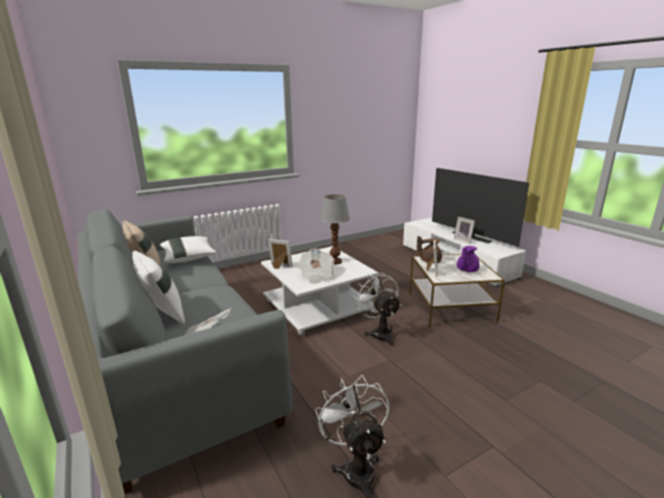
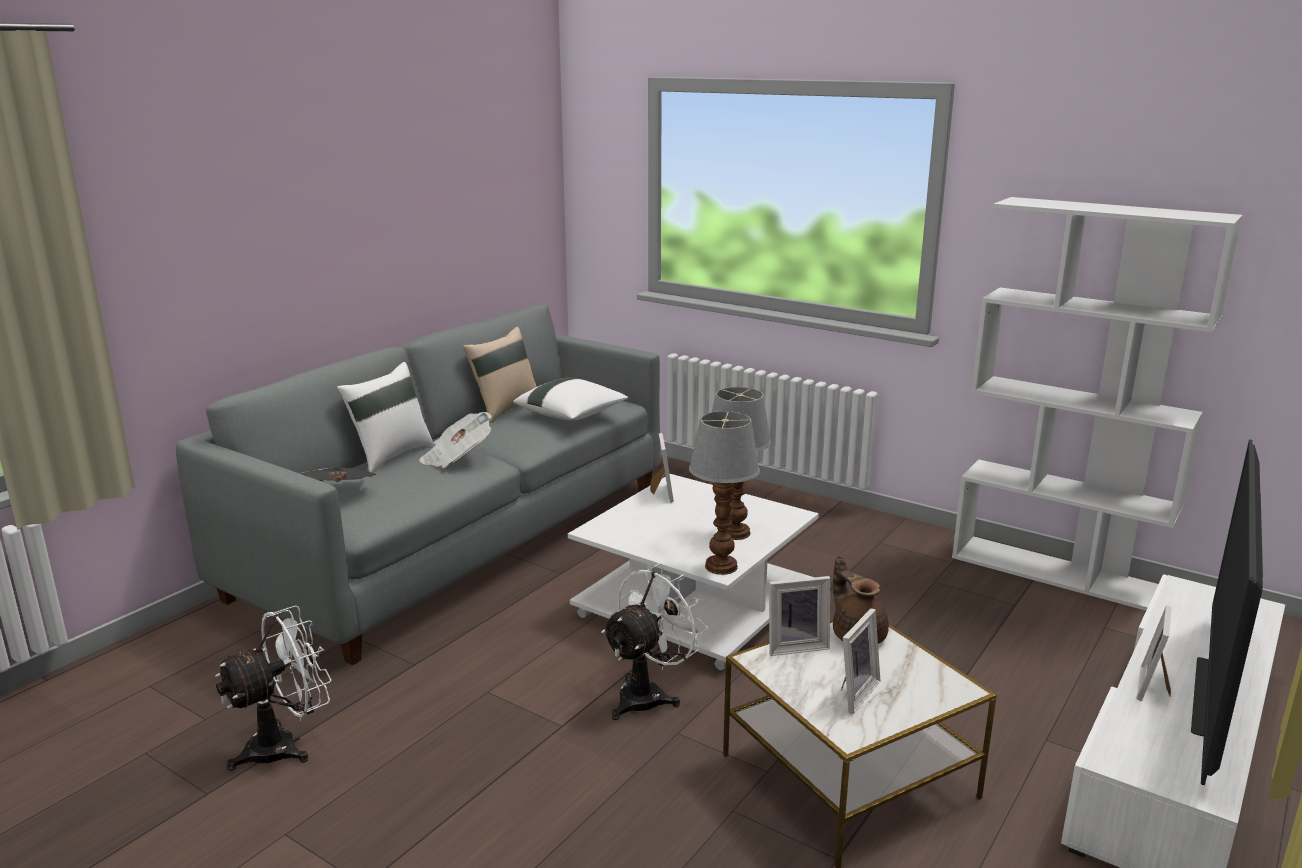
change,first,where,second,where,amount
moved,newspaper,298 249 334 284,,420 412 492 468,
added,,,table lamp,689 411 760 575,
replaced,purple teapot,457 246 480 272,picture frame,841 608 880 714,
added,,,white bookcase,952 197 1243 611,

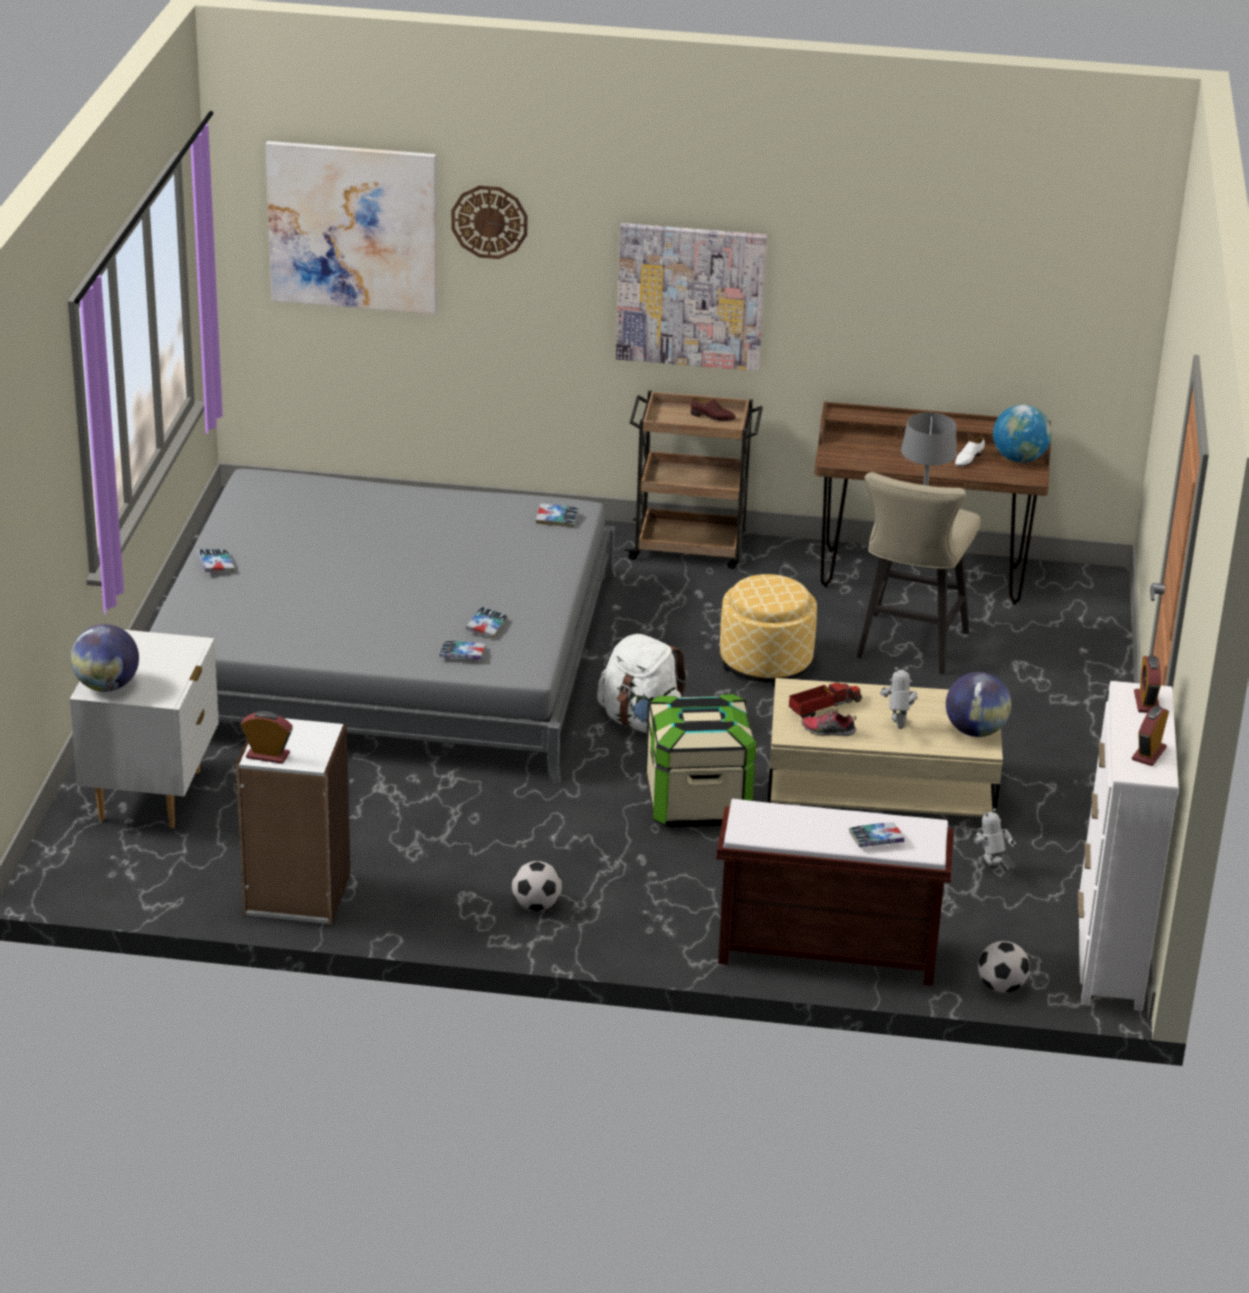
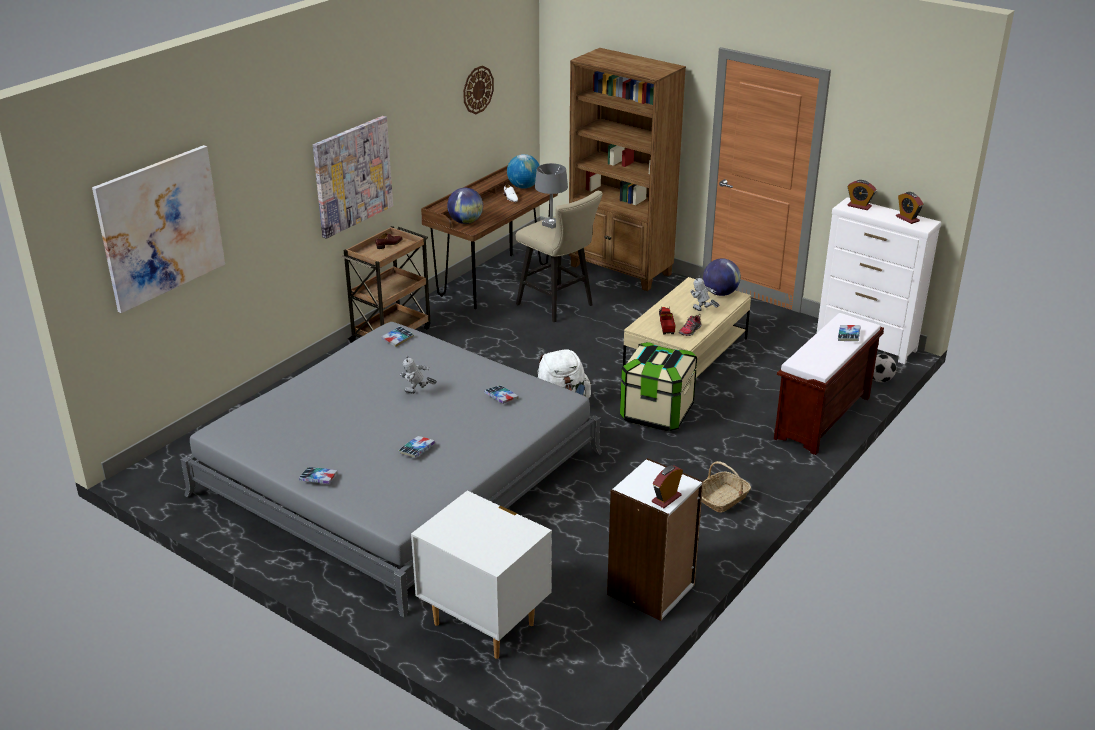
change,first,where,second,where,amount
moved,book,440 641 486 660,,398 436 435 458,
moved,toy robot,974 808 1016 870,,400 355 437 394,
moved,globe,71 624 139 692,,447 188 483 224,
moved,wall clock,451 185 528 259,,463 66 494 114,
added,,,brown bookcase,568 48 686 291,
replaced,football,512 861 562 911,basket,702 461 751 513,
removed,ottoman,720 574 817 687,,,

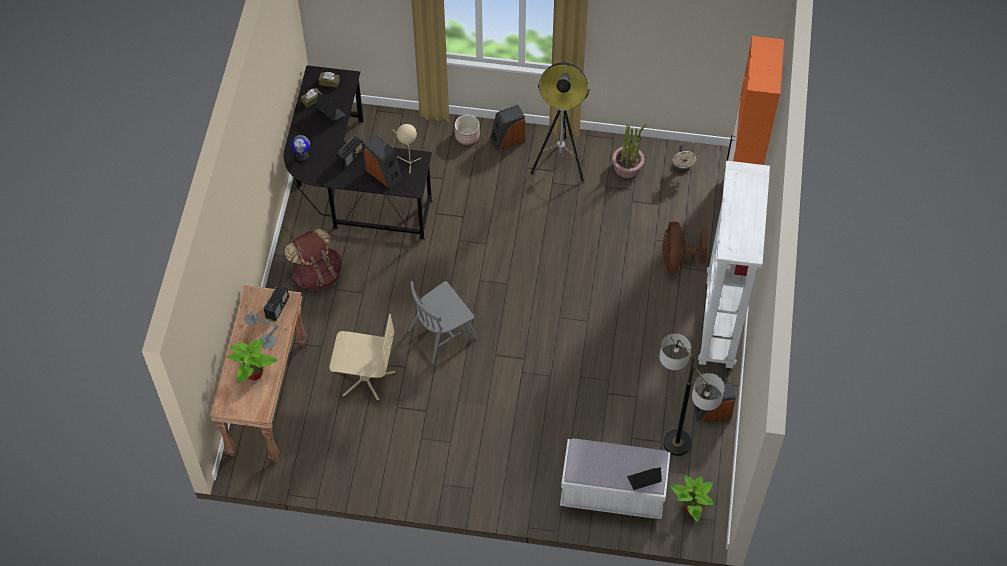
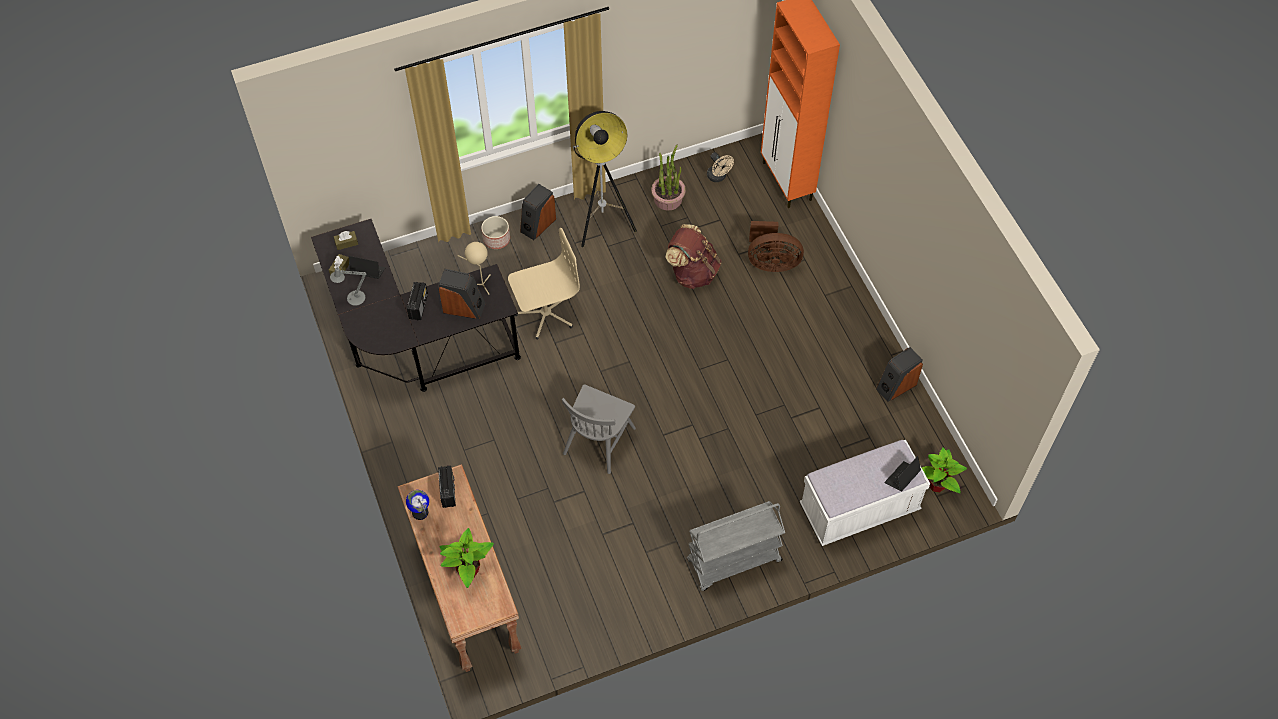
change,first,where,second,where,amount
moved,grey table lamp,244 312 279 349,,330 266 366 306,
moved,globe,291 135 310 162,,406 490 429 520,
moved,beige office chair,330 314 396 403,,508 228 580 339,
moved,brown backpack,285 228 342 291,,665 224 721 289,
added,,,grey cart,687 501 785 591,
turned,brown fan,662 221 708 274,,748 221 804 272,60 degrees counterclockwise
removed,floor lamp,659 333 725 456,,,
removed,white bookcase,698 161 770 368,,,

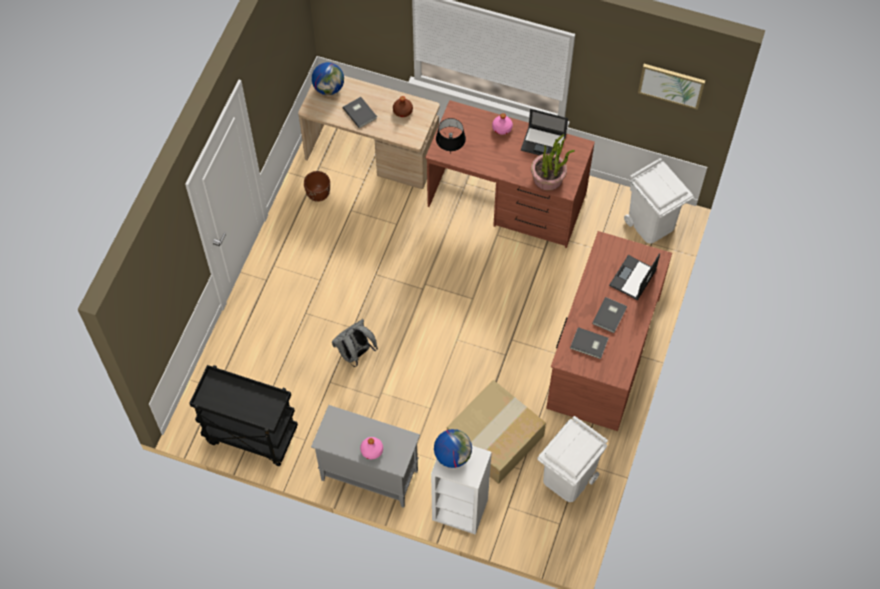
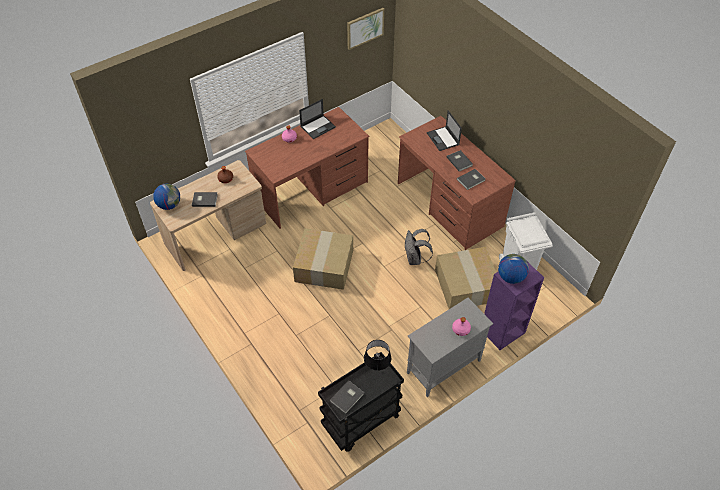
change,first,where,second,where,amount
added,,,cardboard box,293 228 353 290,
added,,,grey book,330 380 364 414,
moved,black table lamp,436 118 466 154,,364 340 392 371,
moved,grey backpack,332 319 378 367,,405 229 433 265,
recoloured,white bookcase,431 446 492 535,purple bookcase,484 262 544 350,
removed,brown planter,304 171 330 202,,,
removed,potted plant,531 134 575 190,,,
removed,white trash can,624 158 694 244,,,

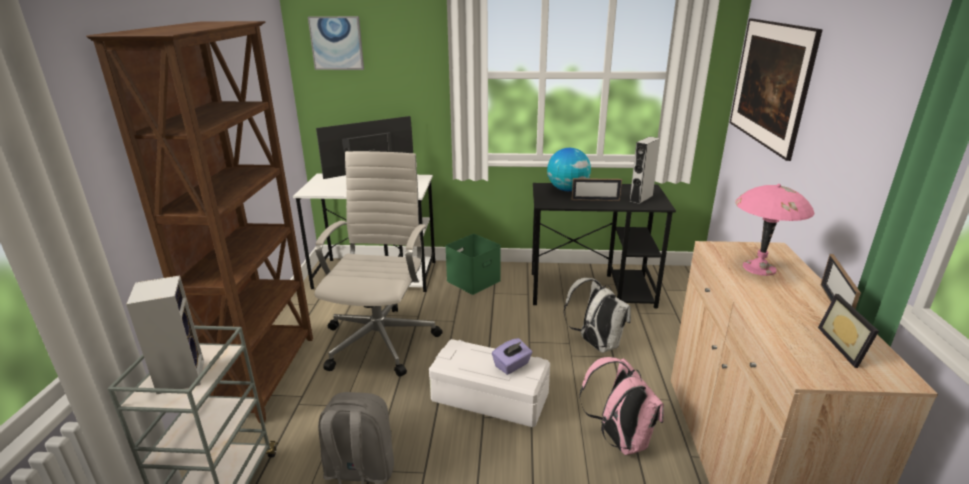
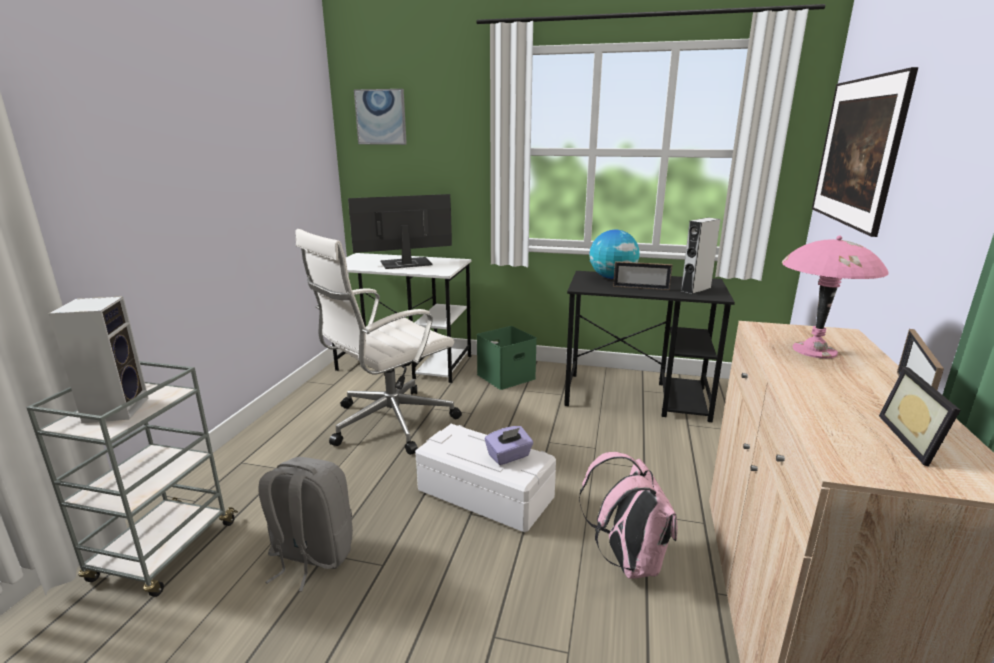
change,first,where,second,where,amount
turned,white office chair,314 151 442 377,,295 229 462 455,150 degrees counterclockwise
removed,brown bookcase,86 21 313 423,,,
removed,white backpack,564 278 631 353,,,

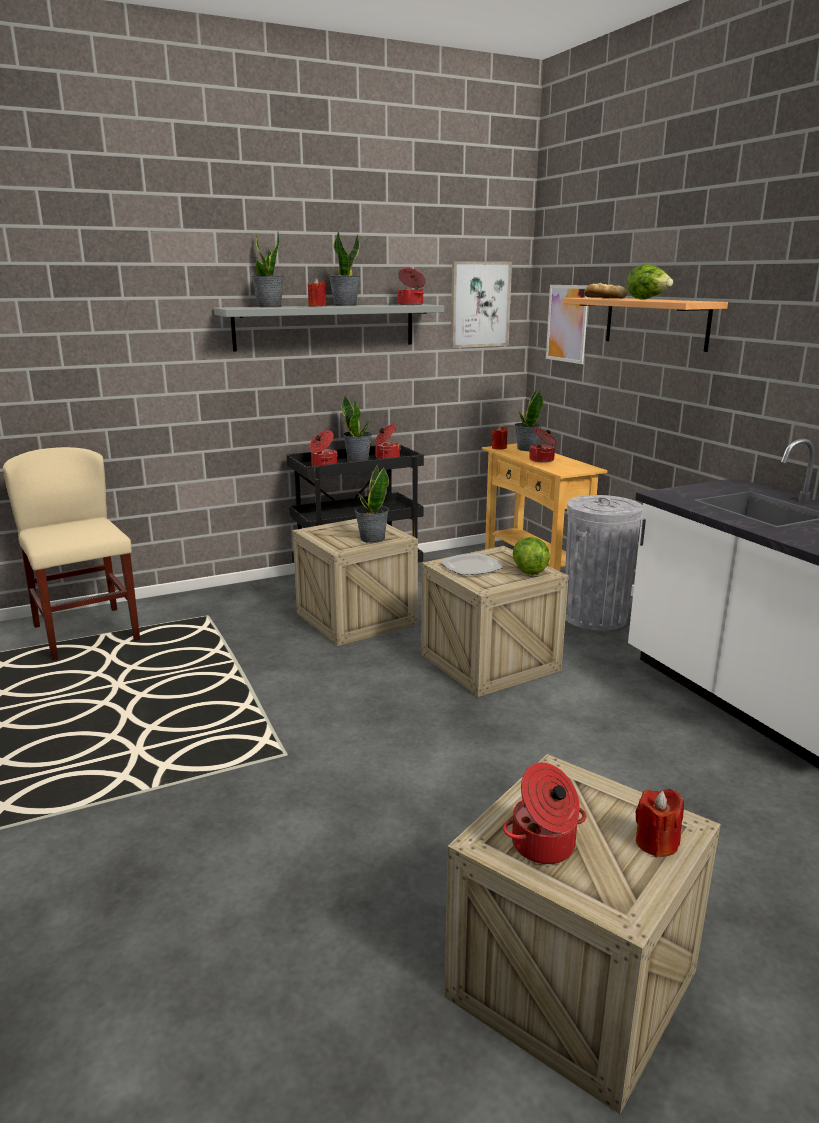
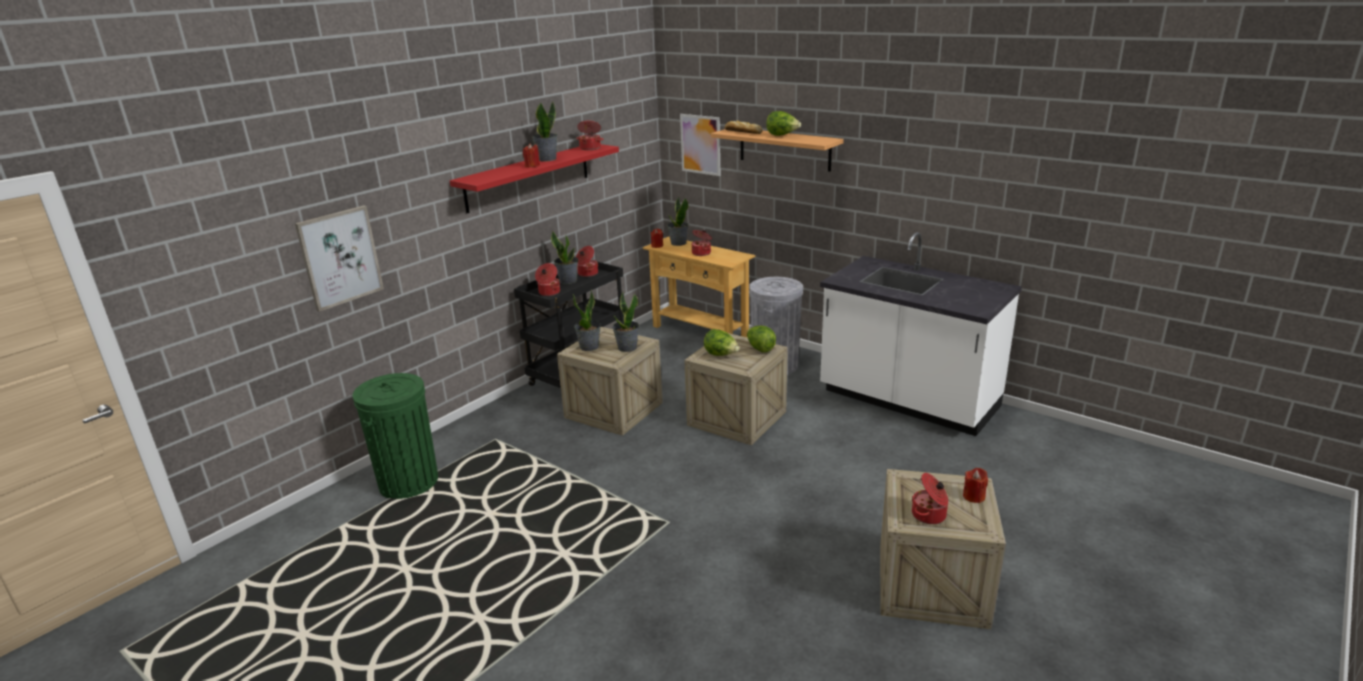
change,first,where,second,where,amount
moved,picture,451 261 512 348,,295 206 384 312,
replaced,beige chair,3 447 140 661,green trash can,352 373 438 499,
recoloured,grey shelf,214 304 444 352,red shelf,450 144 619 213,
moved,potted plant,251 230 284 307,,573 289 601 351,
replaced,plate,441 553 503 575,lettuce,704 329 739 356,

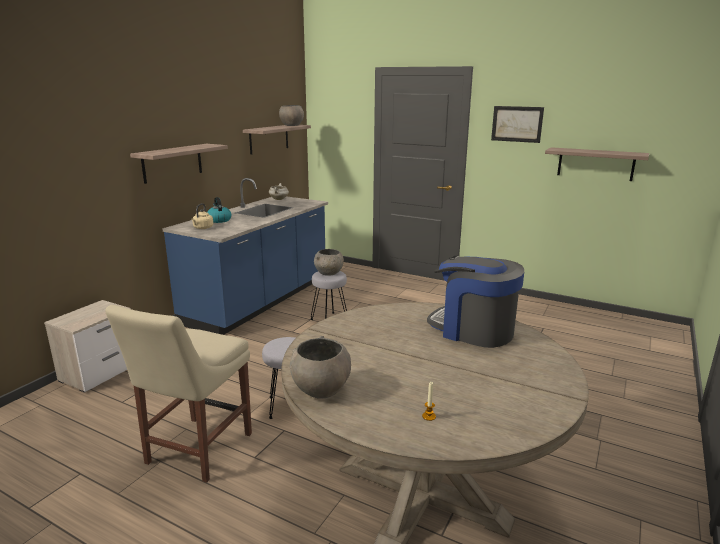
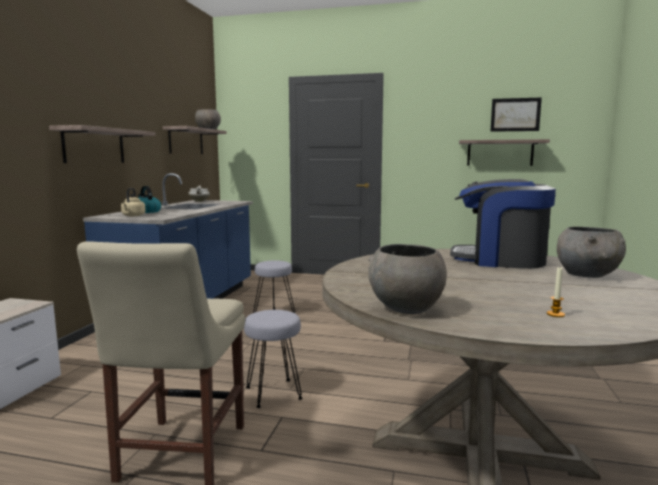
change,first,where,second,where,amount
moved,picture,491 106 544 143,,490 97 542 132,
moved,grey bowl,314 249 344 276,,557 227 626 278,

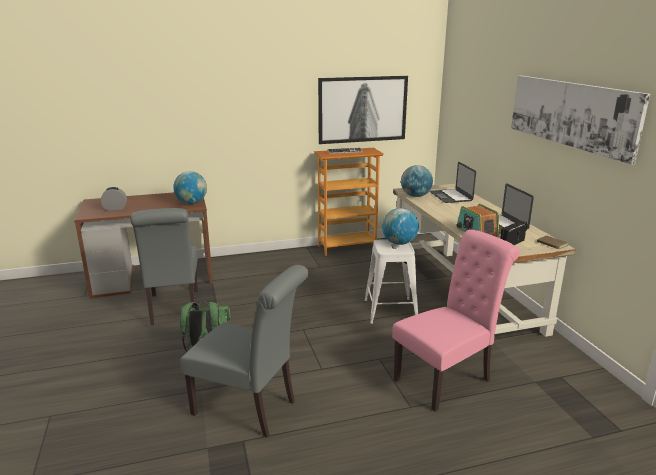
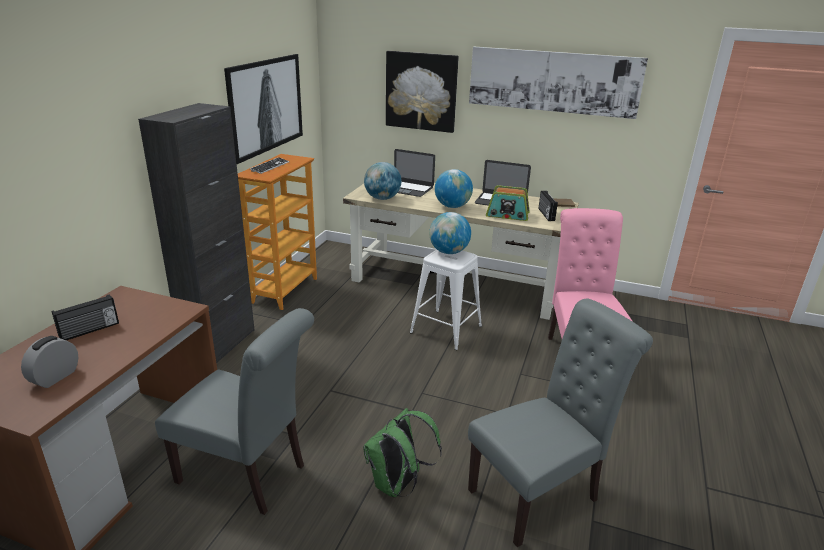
change,first,where,second,where,amount
added,,,radio,52 295 119 340,
added,,,black cabinet,138 103 255 363,
added,,,picture,386 51 459 133,
moved,globe,173 171 207 204,,435 169 473 208,

